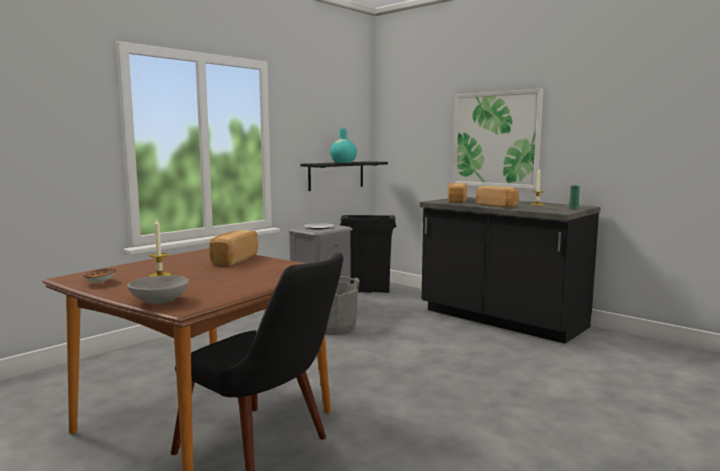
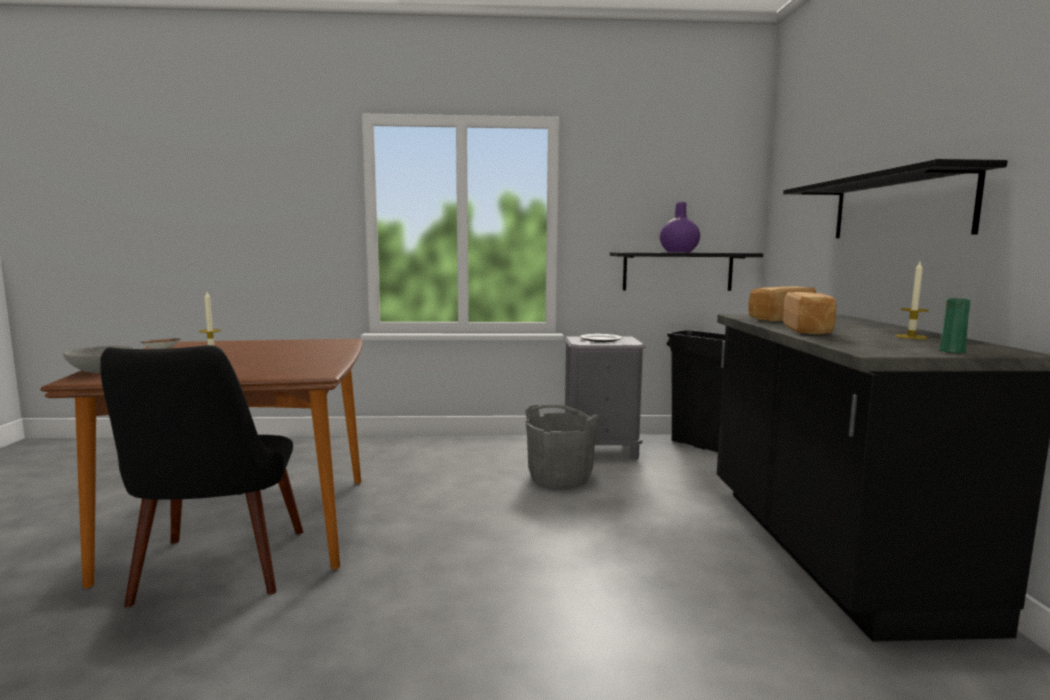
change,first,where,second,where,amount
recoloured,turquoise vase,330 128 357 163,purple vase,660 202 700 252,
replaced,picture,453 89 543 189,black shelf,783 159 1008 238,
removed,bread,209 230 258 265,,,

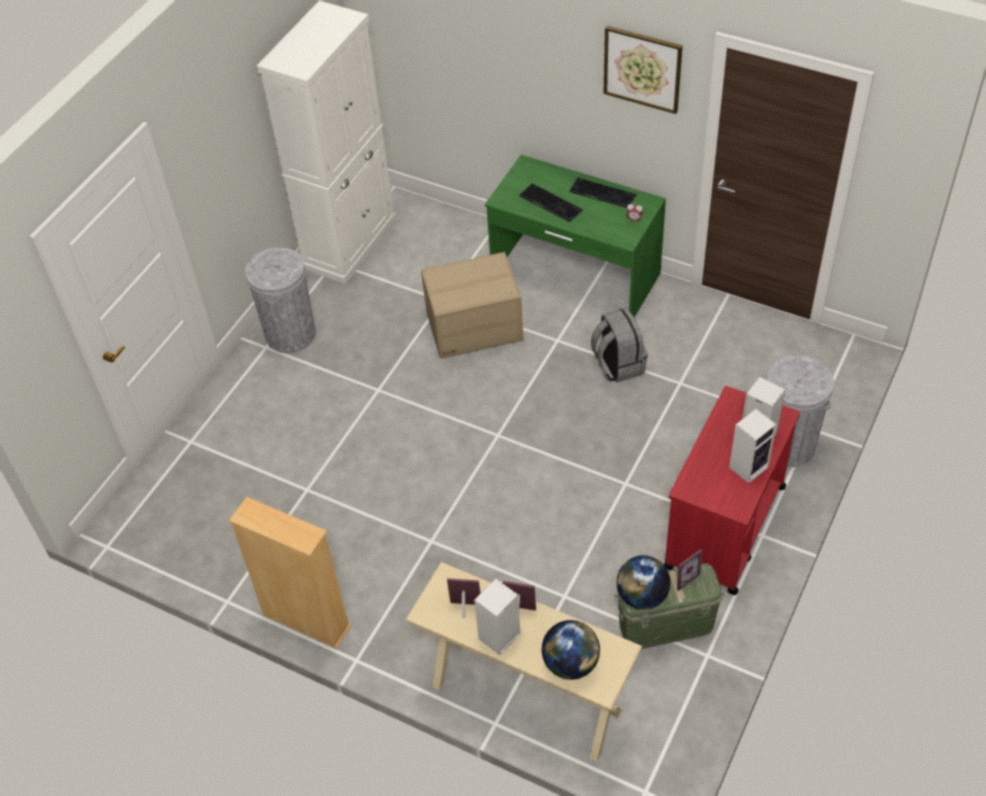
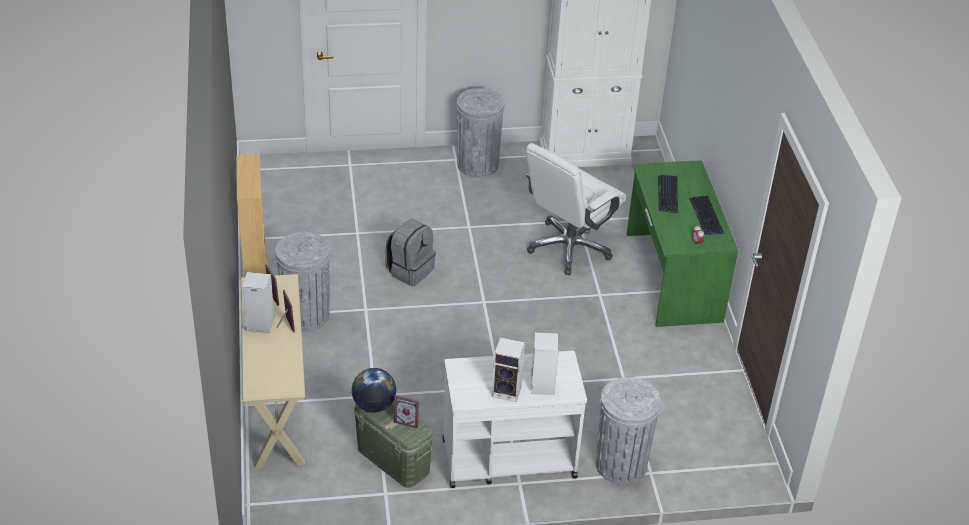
change,first,where,second,where,amount
added,,,grey trash can,275 232 330 332,
moved,grey backpack,591 308 648 383,,385 219 436 286,
recoloured,red cart,664 386 800 595,white cart,442 351 587 488,
replaced,cardboard box,421 252 524 359,white office chair,526 143 626 275,
removed,globe,542 620 600 680,,,
removed,picture,604 26 683 114,,,

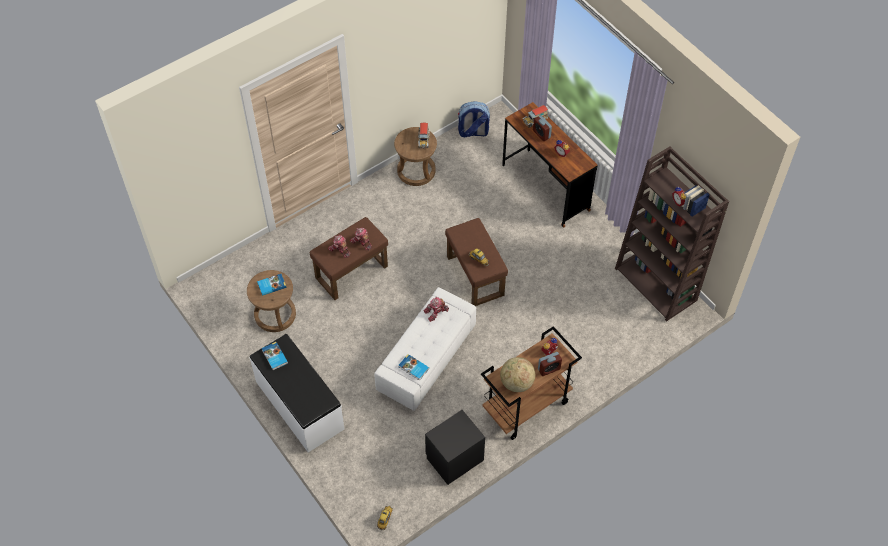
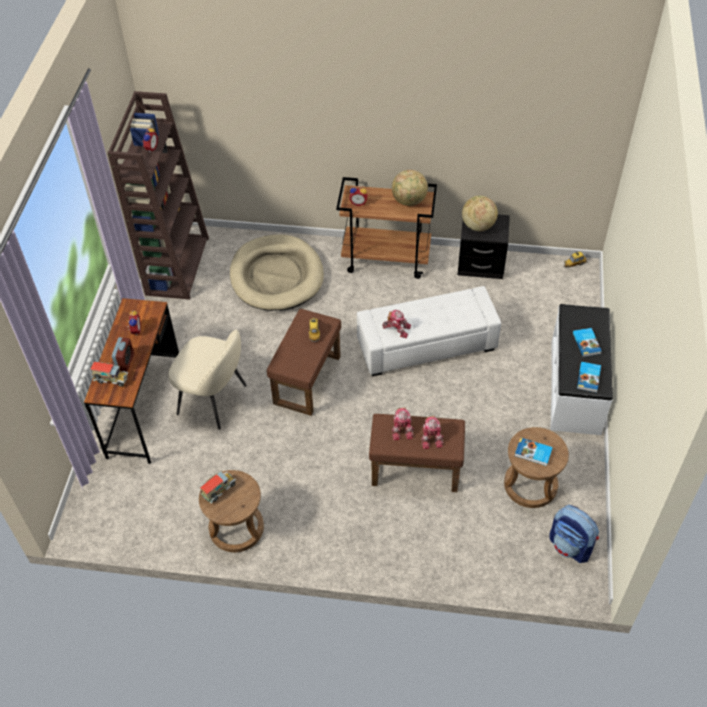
change,first,where,second,where,amount
added,,,beige chair,168 329 247 430,
added,,,beige dog bed,230 234 324 311,
added,,,globe,462 196 498 231,
moved,backpack,458 101 490 137,,549 505 599 563,
moved,book,399 354 429 381,,573 328 602 357,
removed,alarm clock,538 352 562 376,,,

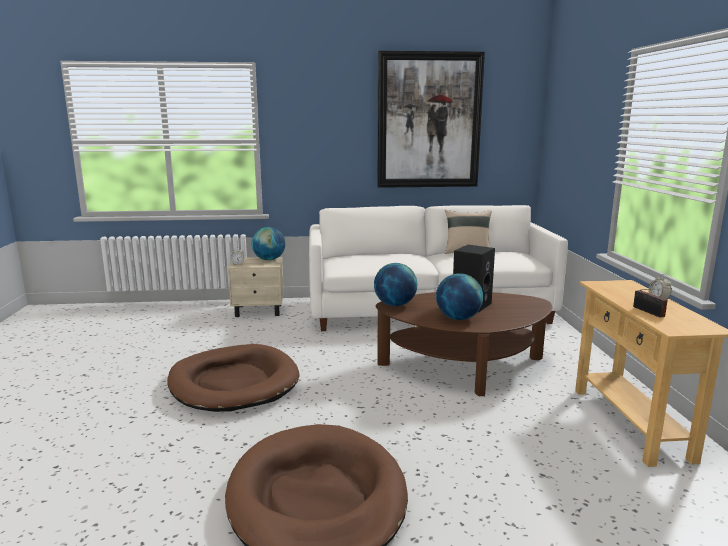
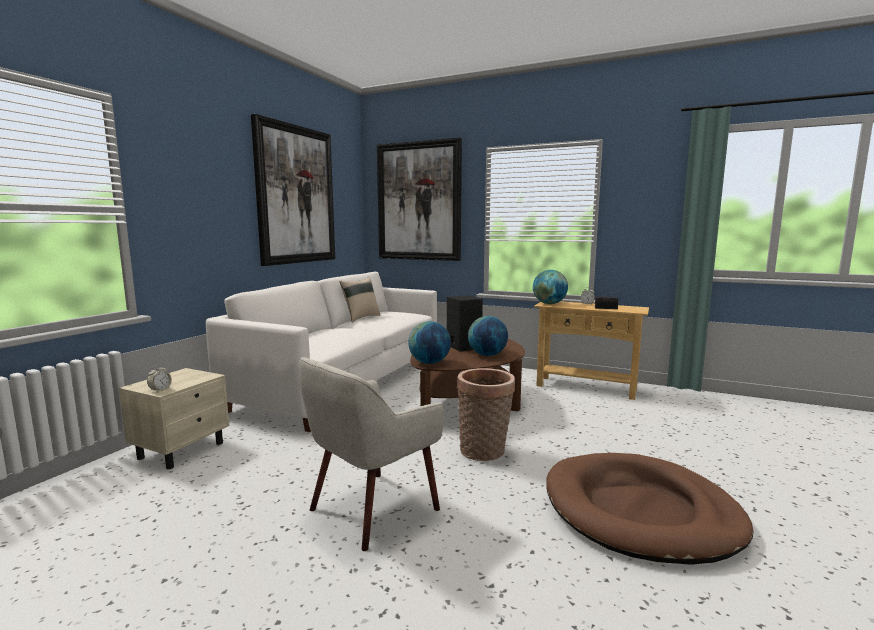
change,first,where,second,where,amount
replaced,brown dog bed,167 344 300 412,beige armchair,299 357 444 551,
added,,,picture,377 138 462 261,
added,,,basket,457 368 515 461,
moved,globe,252 227 285 260,,533 270 568 304,

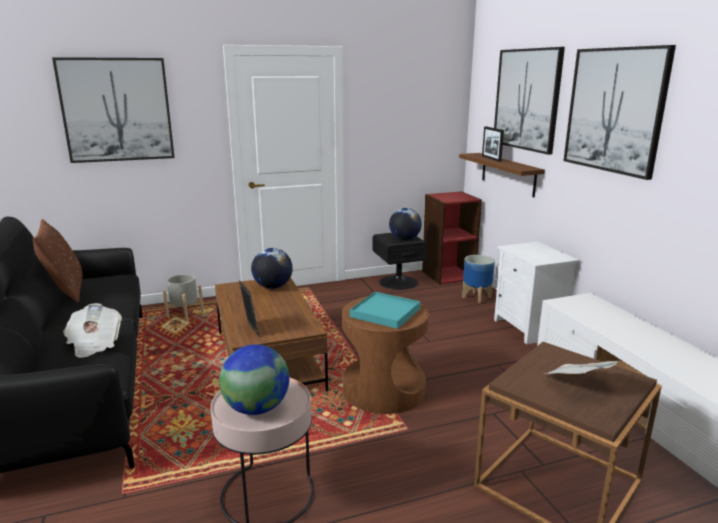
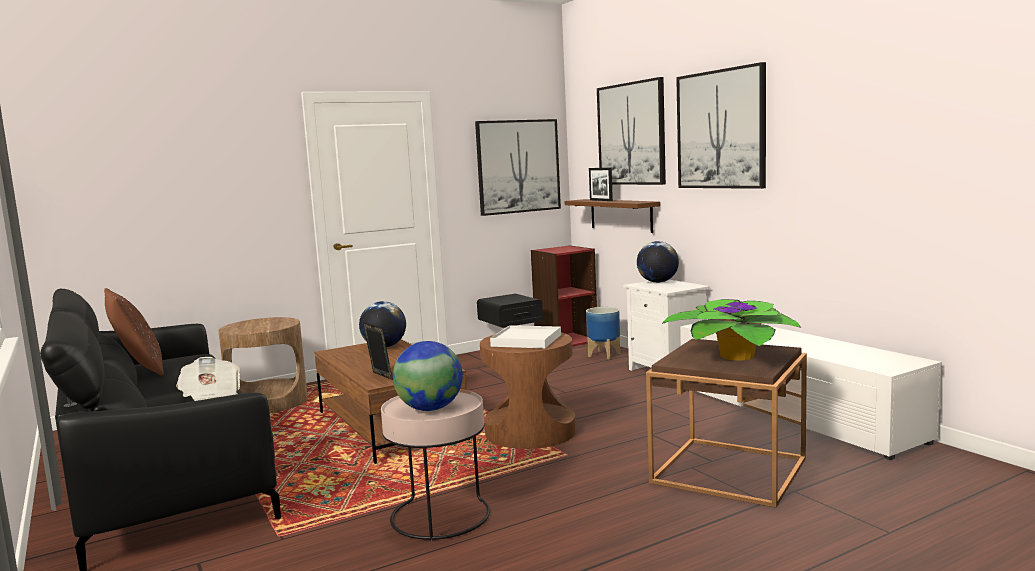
change,first,where,second,where,amount
replaced,grey planter,163 274 204 322,brown side table,218 317 308 413,
moved,picture,52 57 175 163,,475 119 561 216,
recoloured,turquoise tray,350 292 421 329,white tray,490 325 561 348,
moved,globe,389 208 422 241,,637 241 679 283,
replaced,newspaper,544 361 618 374,potted plant,662 299 801 361,

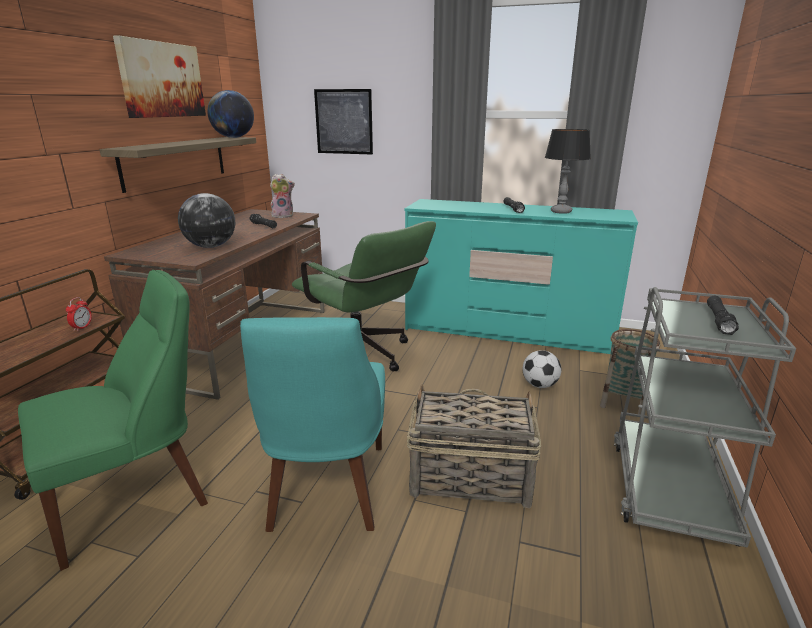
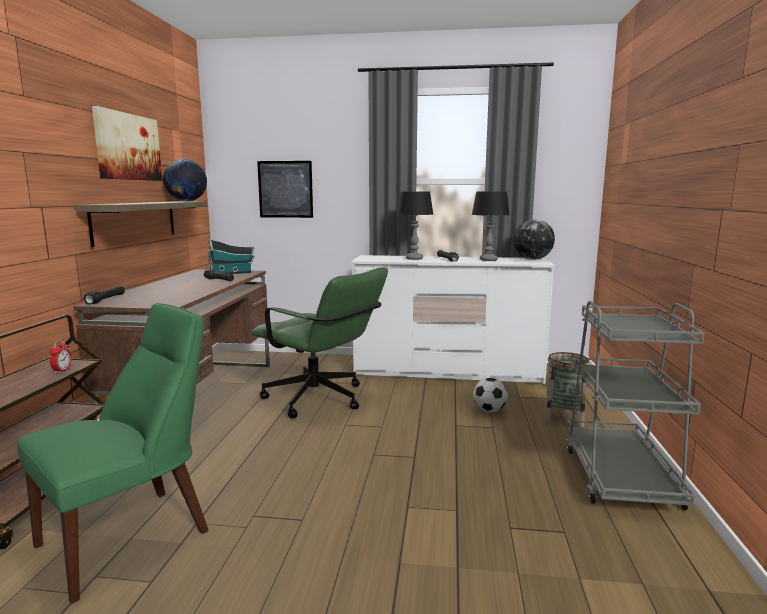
change,first,where,second,where,amount
moved,black flashlight,707 296 739 335,,83 286 125 304,
replaced,plush toy,270 174 295 218,toy house,207 240 255 274,
recoloured,turquoise dresser,405 199 638 354,white dresser,351 255 555 385,
added,,,table lamp,397 192 433 260,
moved,globe,178 193 235 248,,513 219 555 260,
removed,turquoise chair,240 317 385 532,,,
removed,basket,407 384 541 508,,,

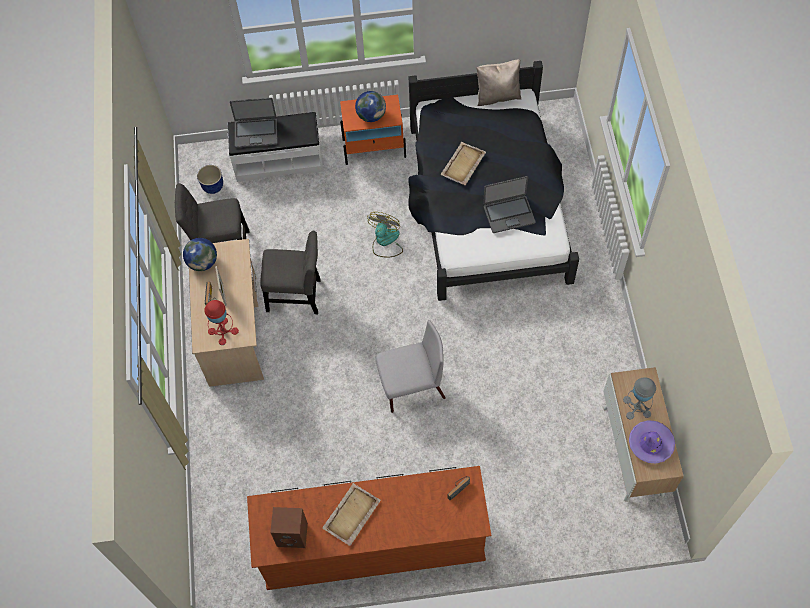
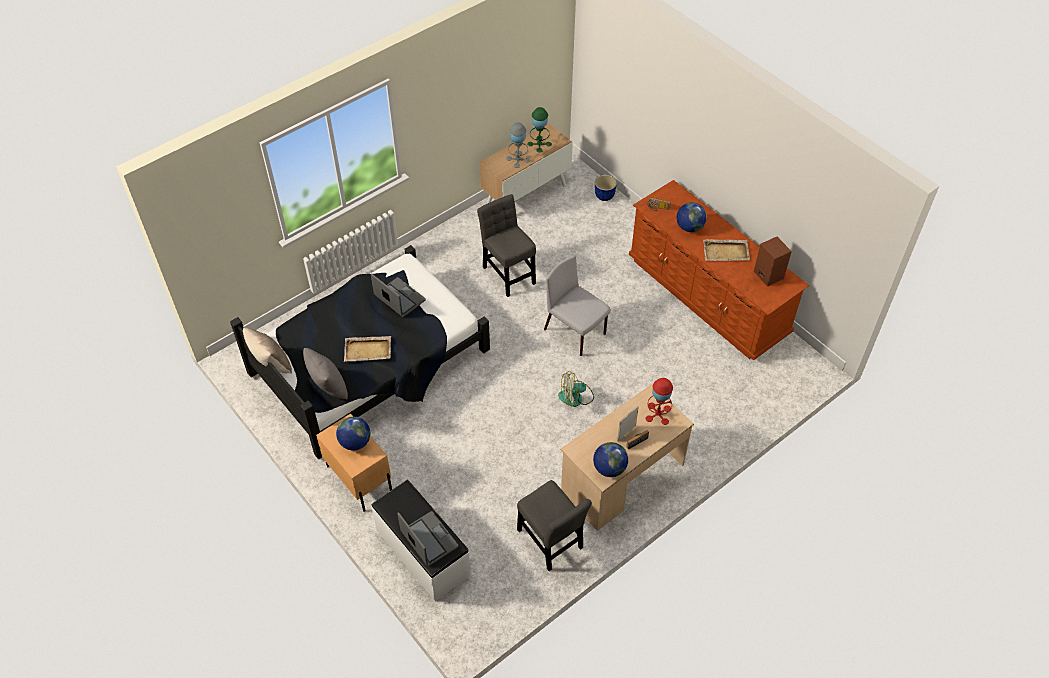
change,first,where,second,where,amount
added,,,grey pillow,303 348 348 400,
recoloured,orange nightstand,340 95 406 165,beige nightstand,316 413 392 512,
moved,grey chair,260 231 320 314,,477 194 536 297,
replaced,purple hat,629 420 675 463,green table lamp,527 107 552 153,
moved,fan,367 212 403 258,,558 371 594 407,
moved,planter,197 165 223 194,,595 175 617 201,
added,,,globe,676 202 707 232,

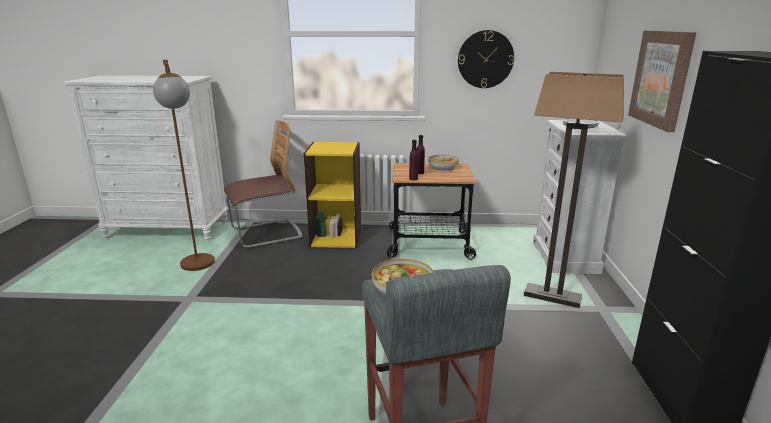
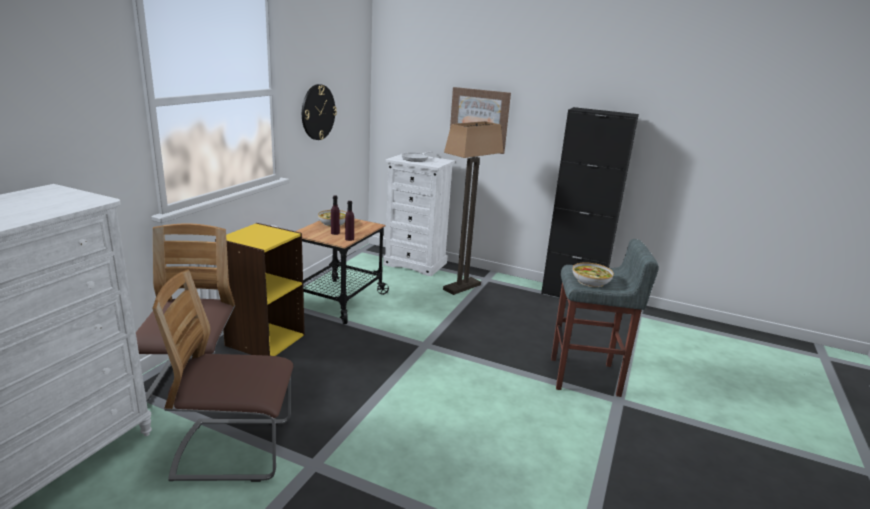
change,first,where,second,where,amount
replaced,brown floor lamp,153 60 215 271,chair,152 269 293 482,

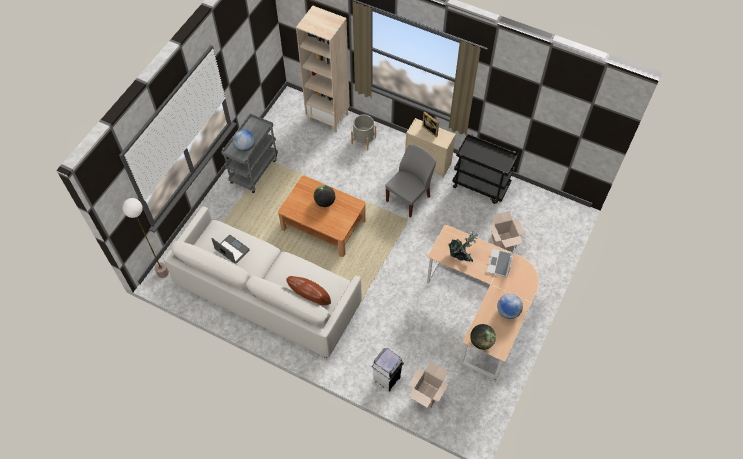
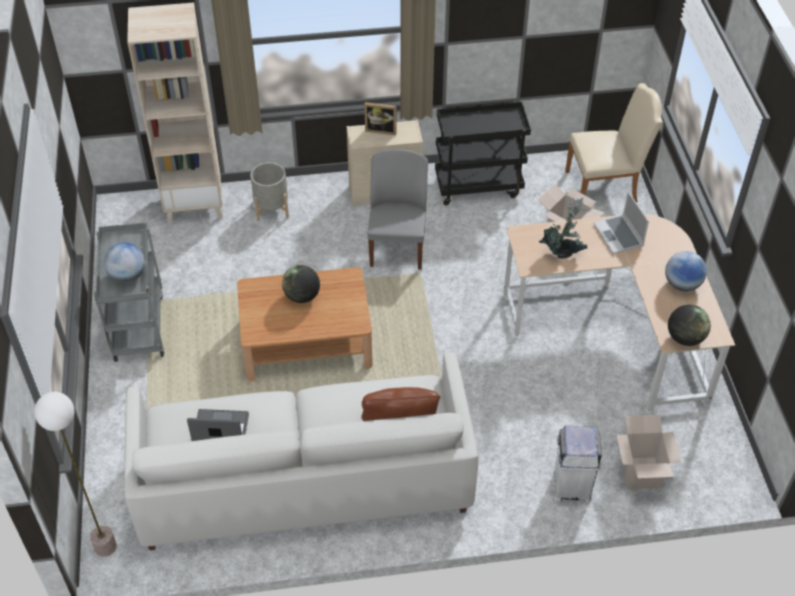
change,first,where,second,where,amount
added,,,beige chair,565 83 663 202,

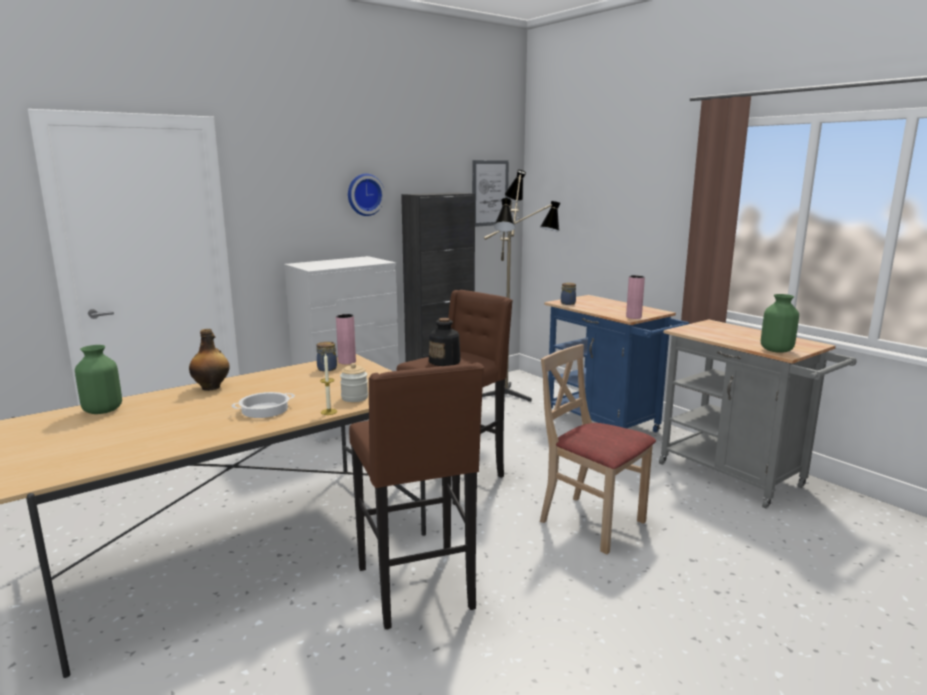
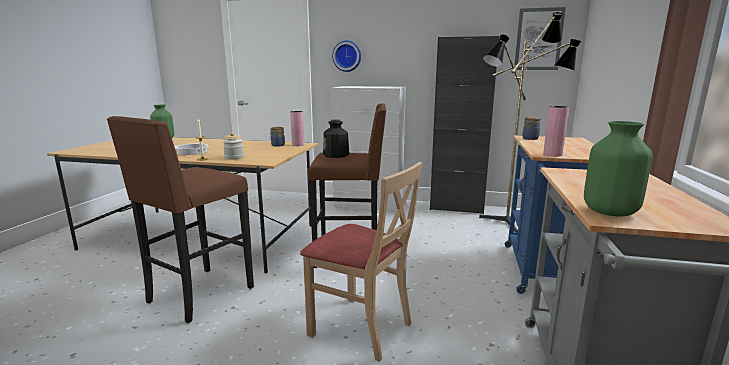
change,first,where,second,where,amount
turned,beige chair,540 344 656 554,,300 162 422 362,120 degrees clockwise
moved,wall clock,348 174 385 216,,332 41 361 72,
removed,bottle,189 329 230 391,,,

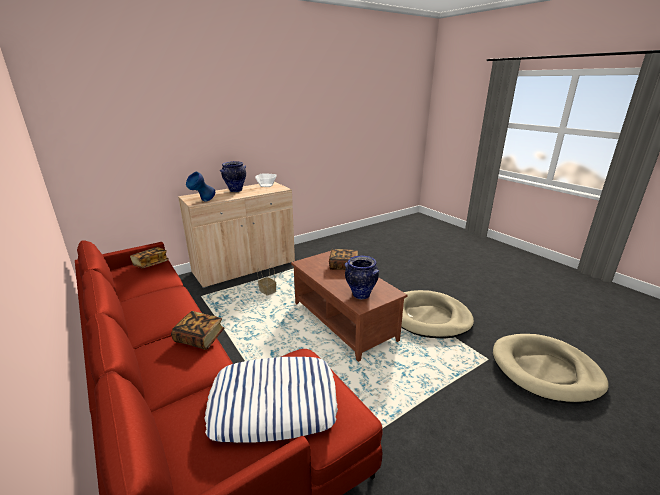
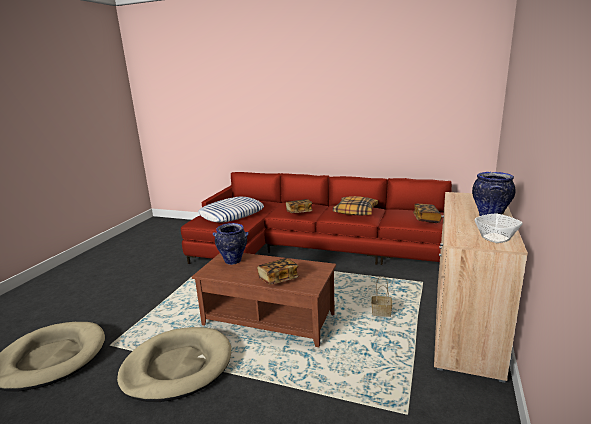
change,first,where,second,where,amount
added,,,pillow,333 196 378 215,
removed,blue vase,186 172 215 201,,,

